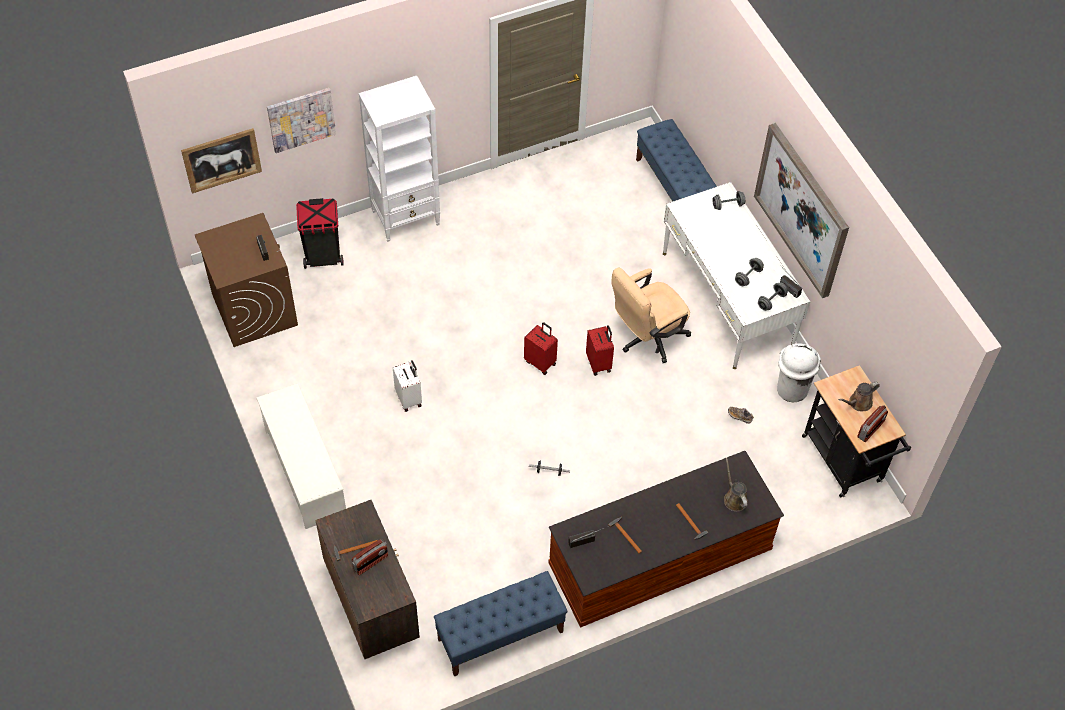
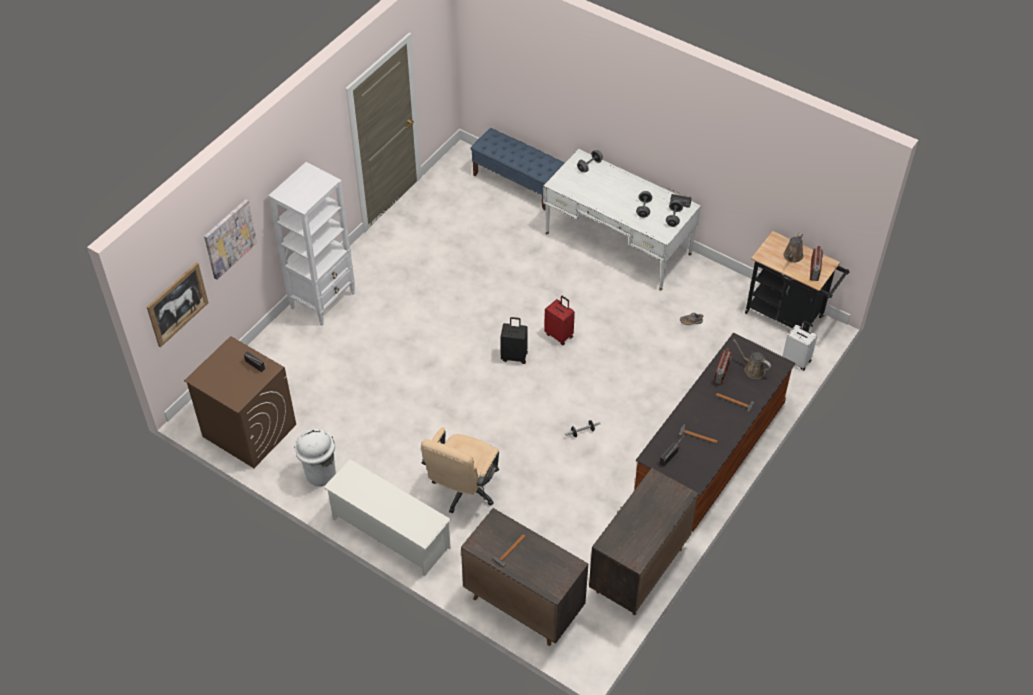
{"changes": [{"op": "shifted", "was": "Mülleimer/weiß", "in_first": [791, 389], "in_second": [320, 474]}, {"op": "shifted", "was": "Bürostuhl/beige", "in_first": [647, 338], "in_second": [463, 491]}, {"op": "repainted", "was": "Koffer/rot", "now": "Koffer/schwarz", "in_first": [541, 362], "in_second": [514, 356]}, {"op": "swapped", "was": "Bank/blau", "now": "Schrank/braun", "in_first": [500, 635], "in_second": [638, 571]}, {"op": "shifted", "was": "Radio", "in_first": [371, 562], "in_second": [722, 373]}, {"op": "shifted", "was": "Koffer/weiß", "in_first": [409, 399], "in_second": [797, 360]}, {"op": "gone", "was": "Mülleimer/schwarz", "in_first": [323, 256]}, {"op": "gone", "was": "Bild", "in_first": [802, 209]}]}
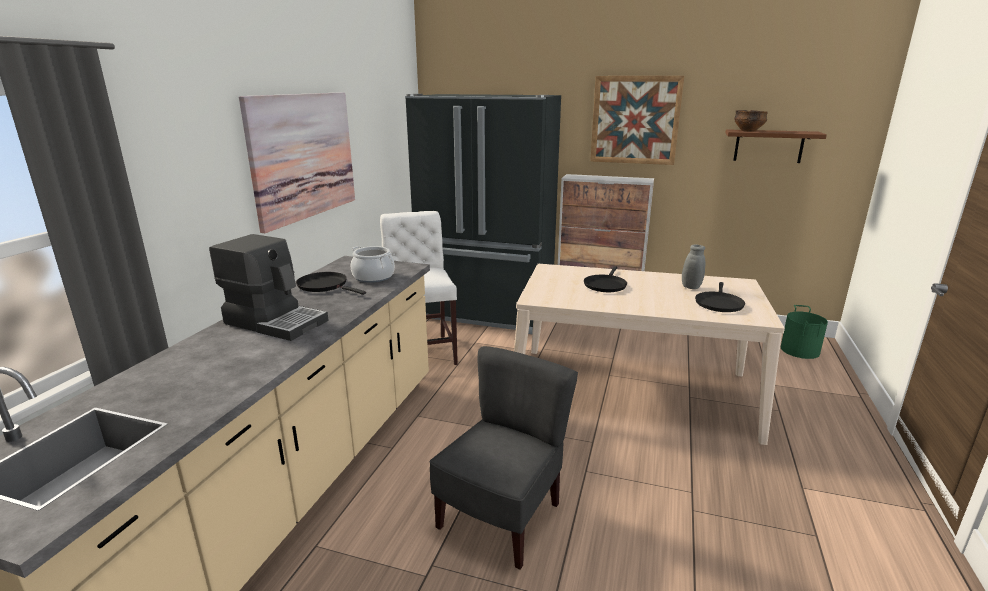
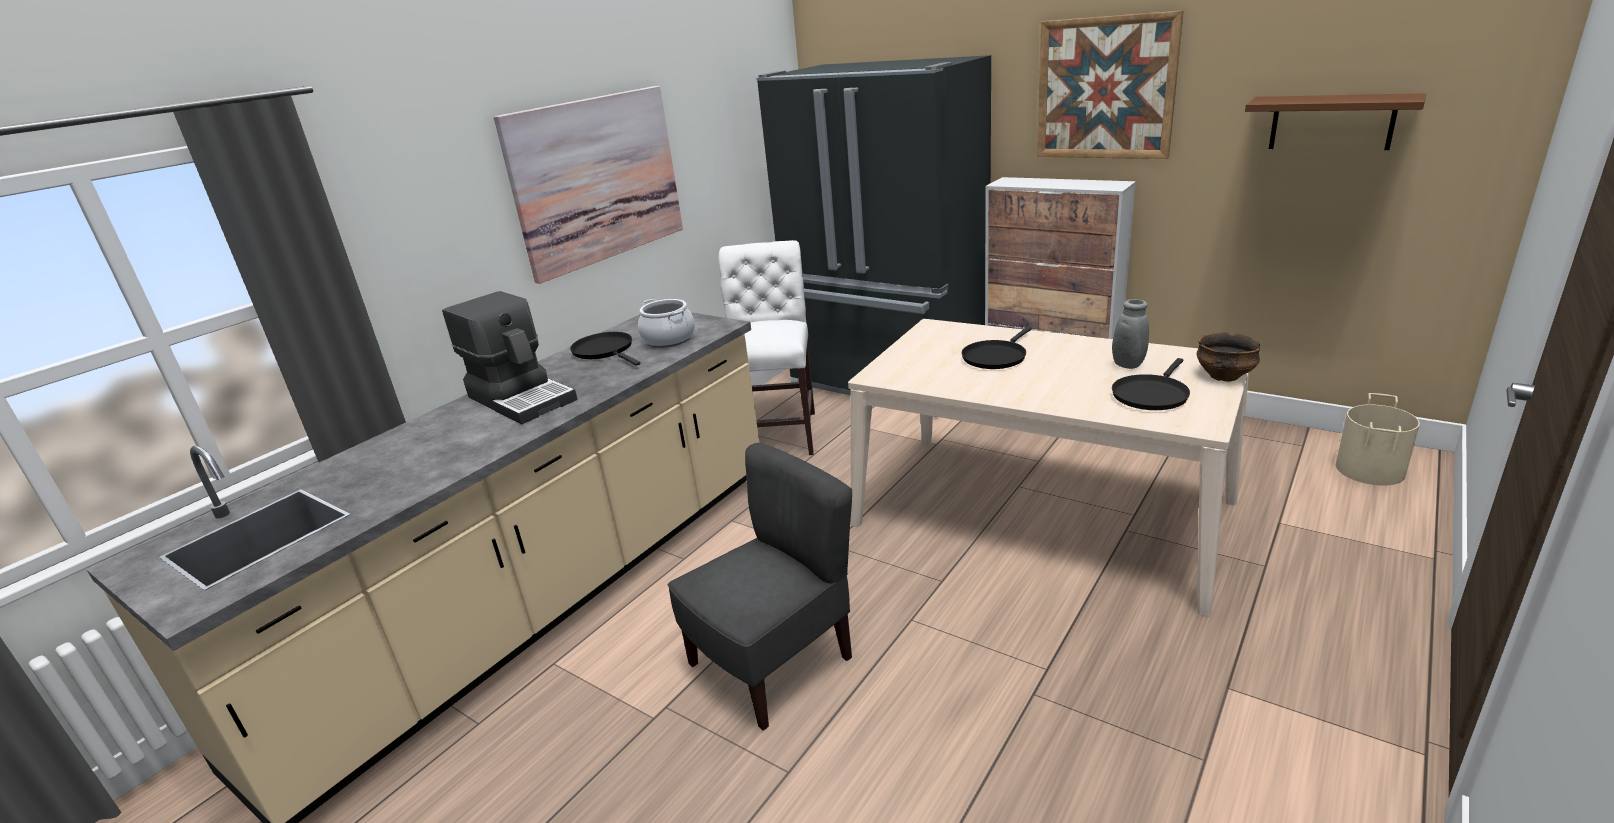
{"changes": [{"op": "shifted", "was": "Schüssel", "in_first": [748, 131], "in_second": [1224, 376]}, {"op": "repainted", "was": "Eimer/grün", "now": "Eimer/beige", "in_first": [799, 350], "in_second": [1368, 469]}]}
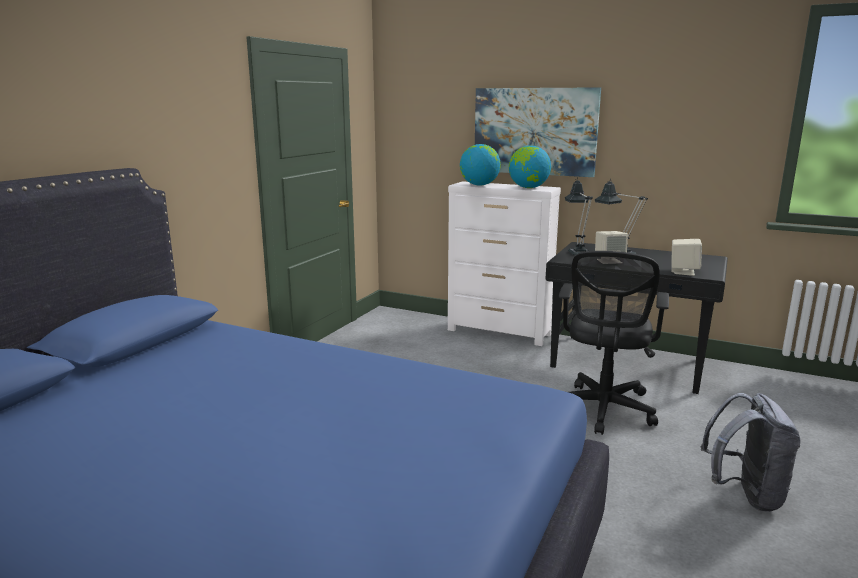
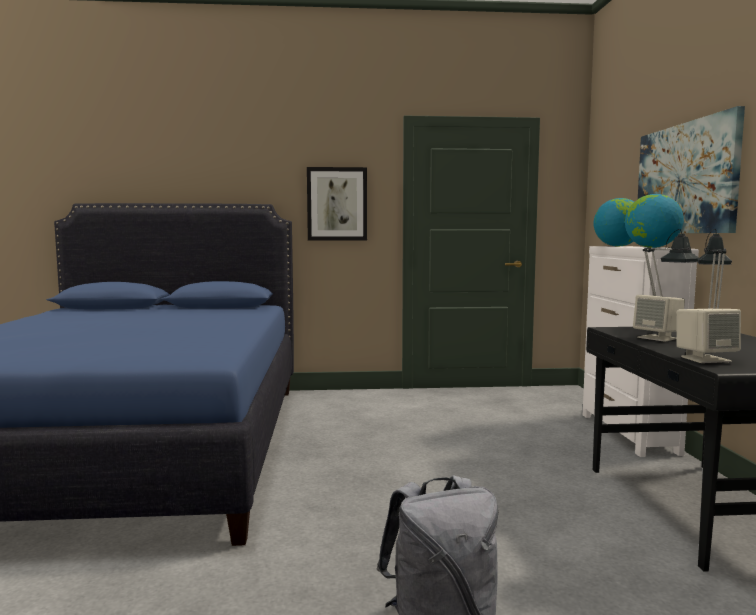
{"changes": [{"op": "new", "now": "Bild", "in_second": [337, 204]}, {"op": "gone", "was": "Bürostuhl/schwarz", "in_first": [603, 411]}]}
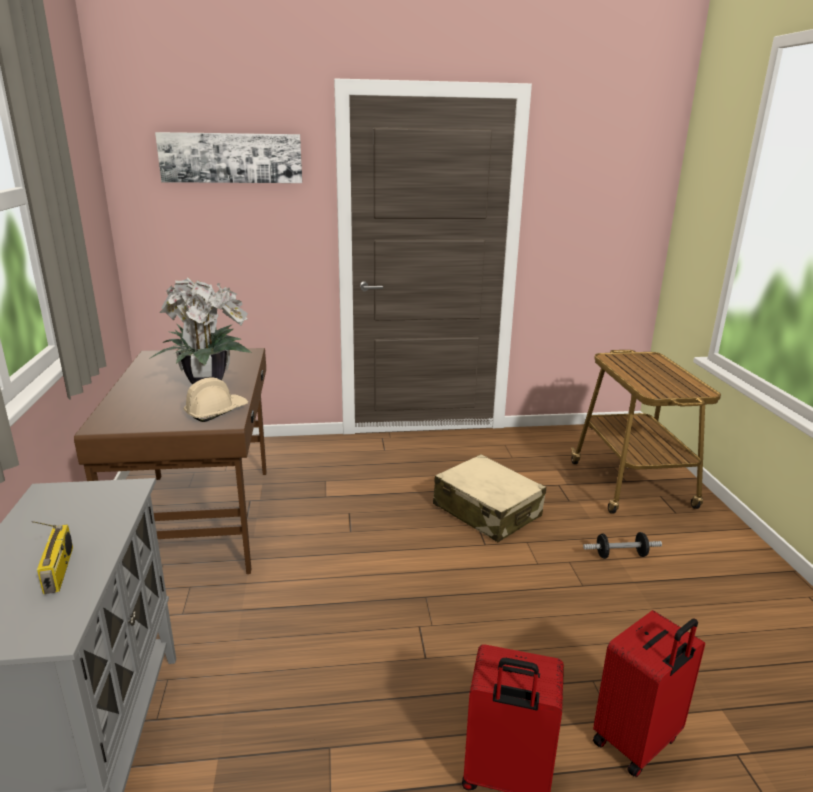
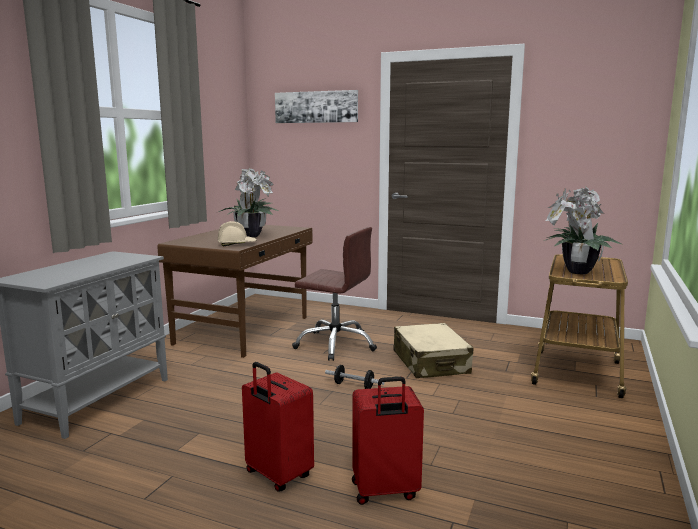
{"changes": [{"op": "new", "now": "Bürostuhl/braun", "in_second": [336, 344]}, {"op": "shifted", "was": "Hantel", "in_first": [620, 555], "in_second": [354, 386]}, {"op": "new", "now": "Topfpflanze", "in_second": [575, 272]}, {"op": "gone", "was": "Radio", "in_first": [59, 570]}]}
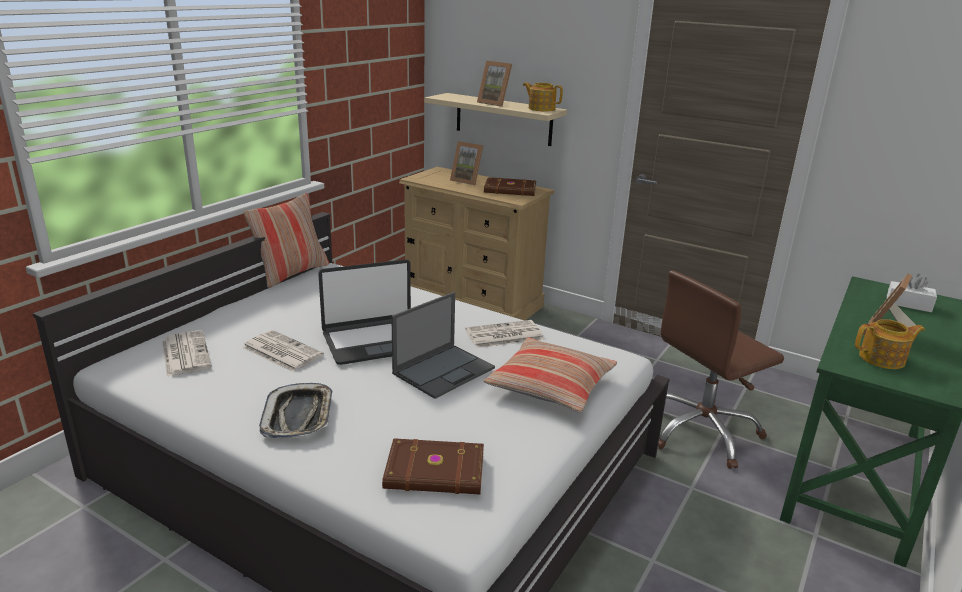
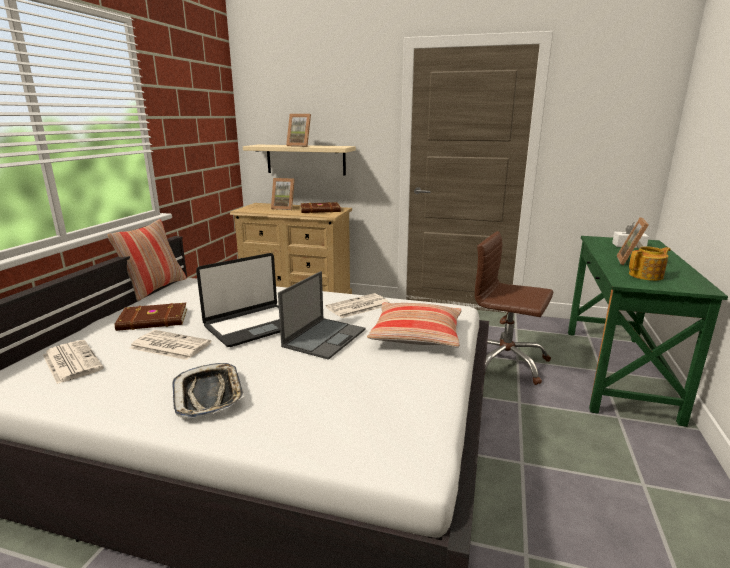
{"changes": [{"op": "shifted", "was": "Buch/braun", "in_first": [435, 472], "in_second": [153, 320]}, {"op": "rotated", "was": "Bürostuhl/braun", "in_first": [702, 432], "in_second": [504, 362], "clockwise": 75}, {"op": "gone", "was": "Teekanne", "in_first": [541, 109]}]}
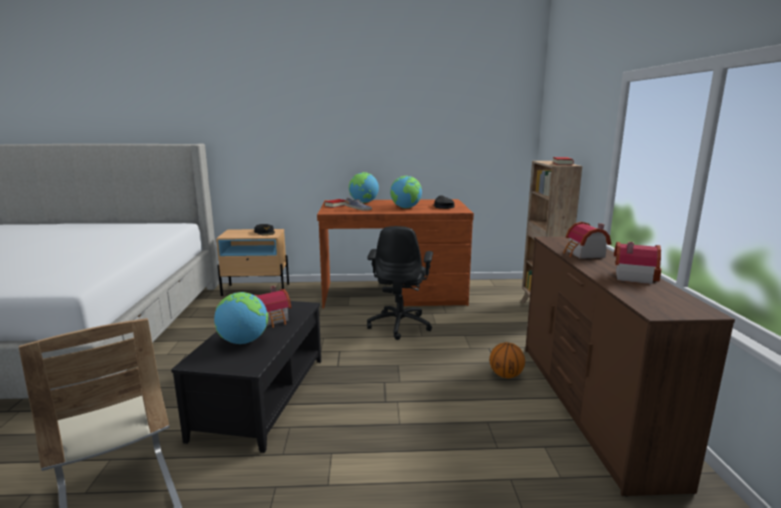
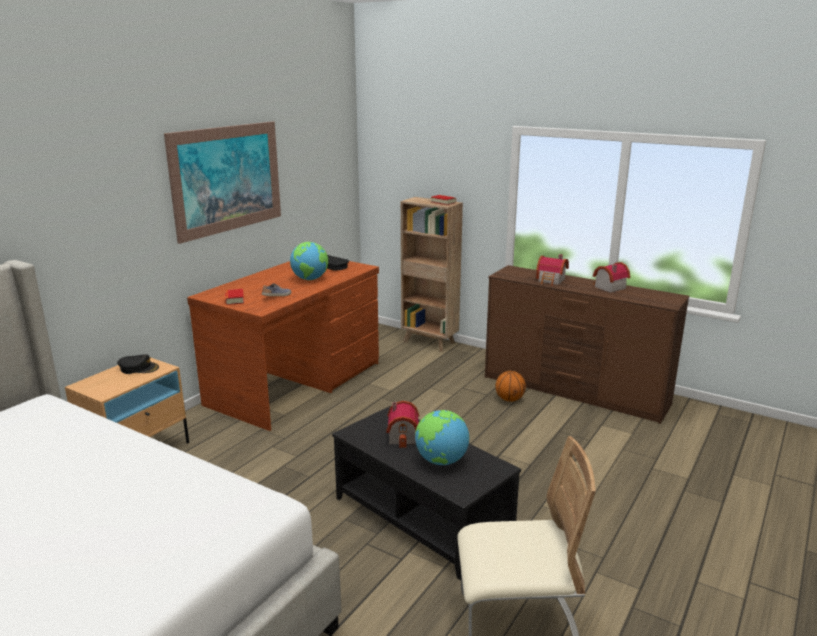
{"changes": [{"op": "new", "now": "Bild", "in_second": [227, 179]}, {"op": "gone", "was": "Globus", "in_first": [363, 202]}, {"op": "gone", "was": "Bürostuhl/schwarz", "in_first": [400, 325]}]}
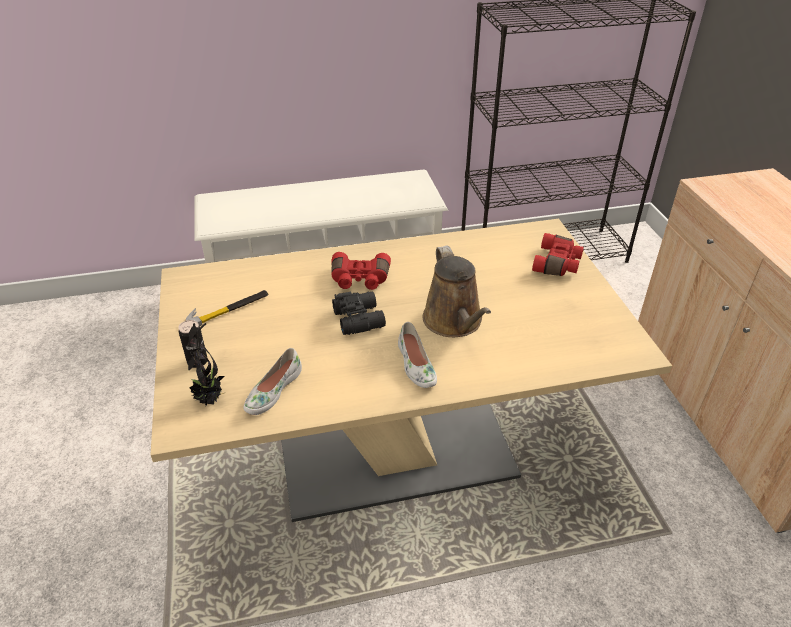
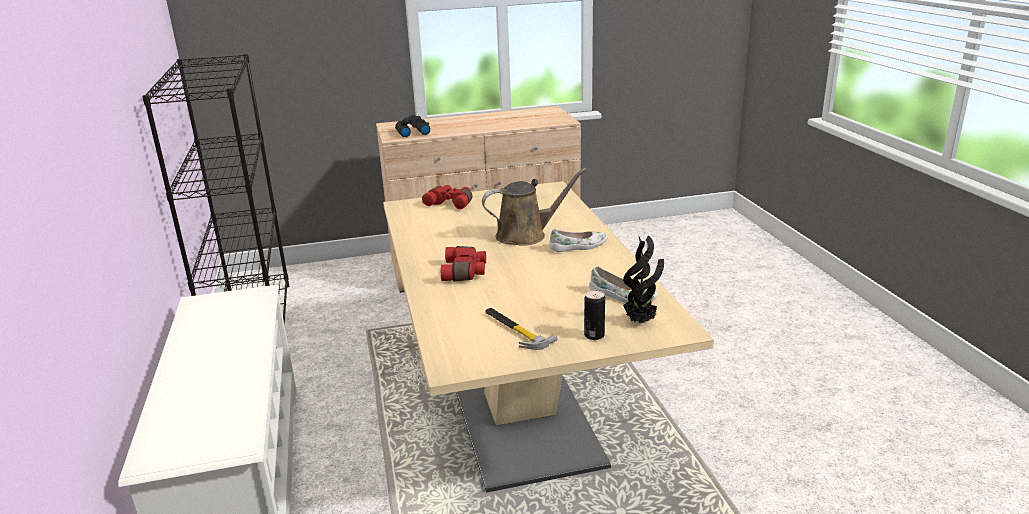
{"changes": [{"op": "shifted", "was": "Fernglas/schwarz", "in_first": [359, 318], "in_second": [412, 133]}]}
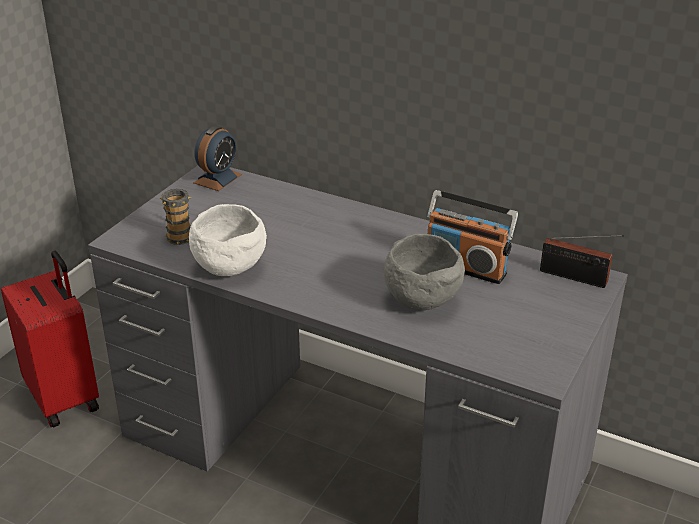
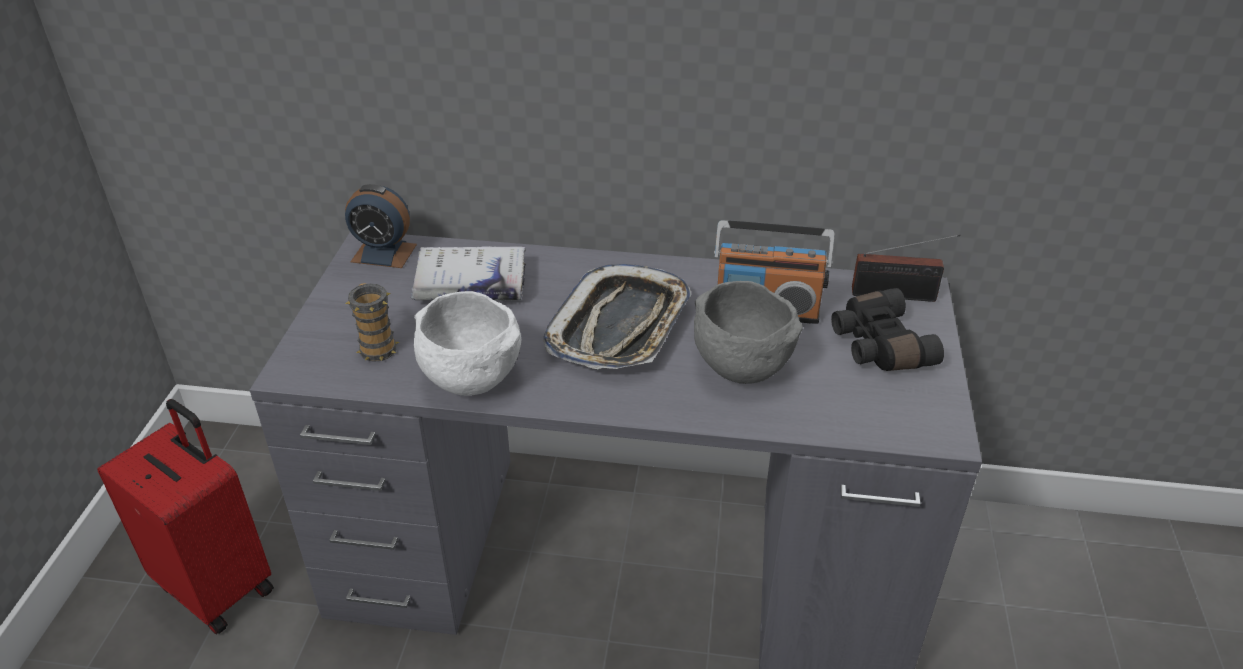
{"changes": [{"op": "rotated", "was": "Wecker", "in_first": [217, 178], "in_second": [384, 253], "clockwise": 90}, {"op": "new", "now": "Buch/weiß", "in_second": [470, 285]}, {"op": "new", "now": "Tablett", "in_second": [620, 327]}, {"op": "new", "now": "Fernglas/schwarz", "in_second": [877, 345]}]}
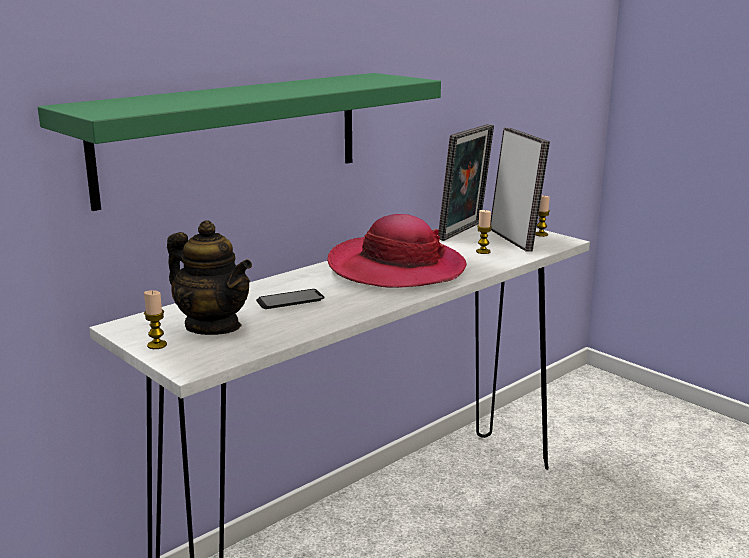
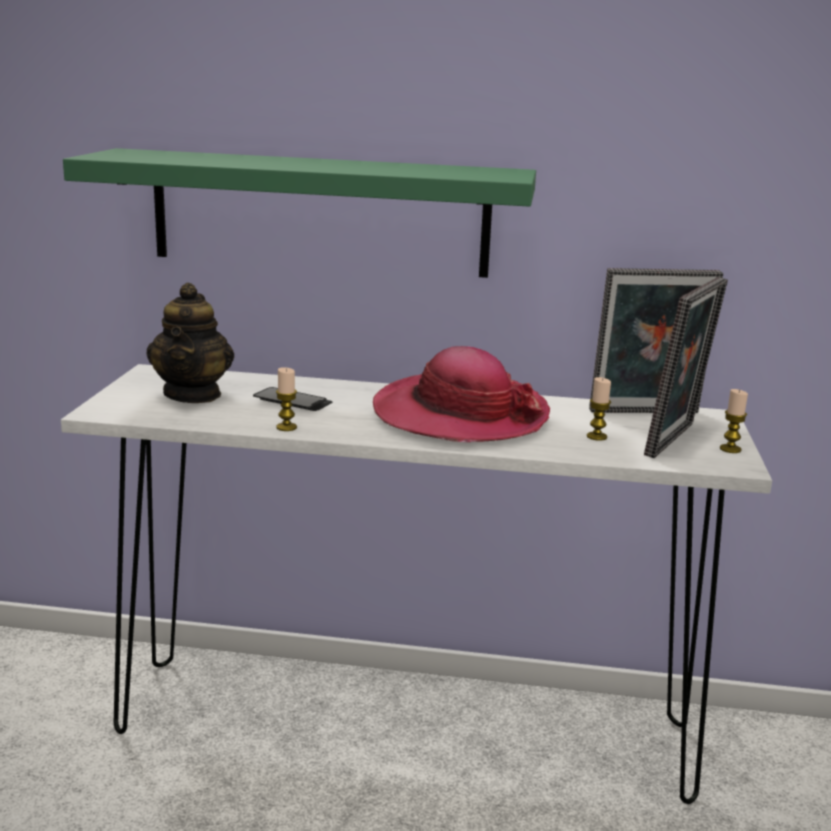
{"changes": [{"op": "shifted", "was": "Kerze", "in_first": [157, 345], "in_second": [286, 427]}]}
